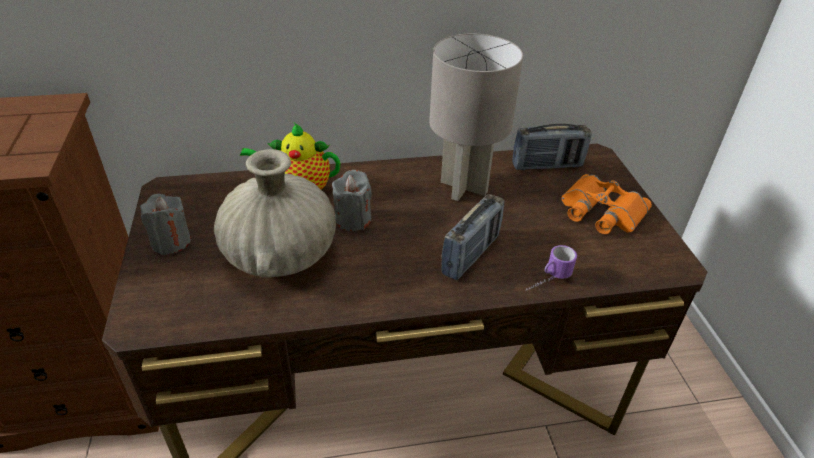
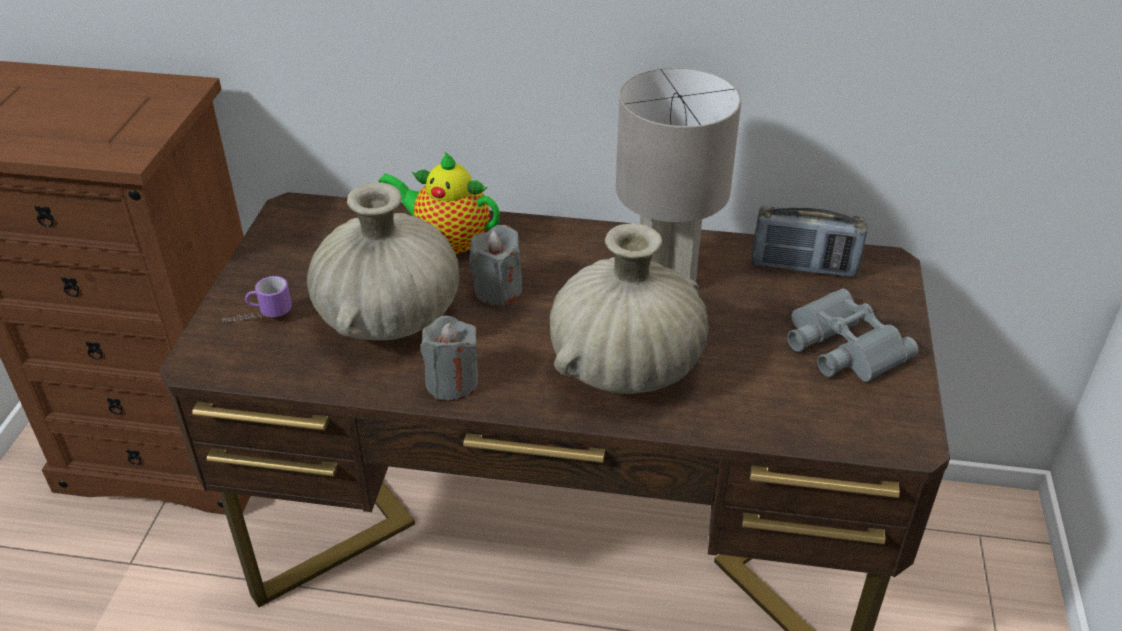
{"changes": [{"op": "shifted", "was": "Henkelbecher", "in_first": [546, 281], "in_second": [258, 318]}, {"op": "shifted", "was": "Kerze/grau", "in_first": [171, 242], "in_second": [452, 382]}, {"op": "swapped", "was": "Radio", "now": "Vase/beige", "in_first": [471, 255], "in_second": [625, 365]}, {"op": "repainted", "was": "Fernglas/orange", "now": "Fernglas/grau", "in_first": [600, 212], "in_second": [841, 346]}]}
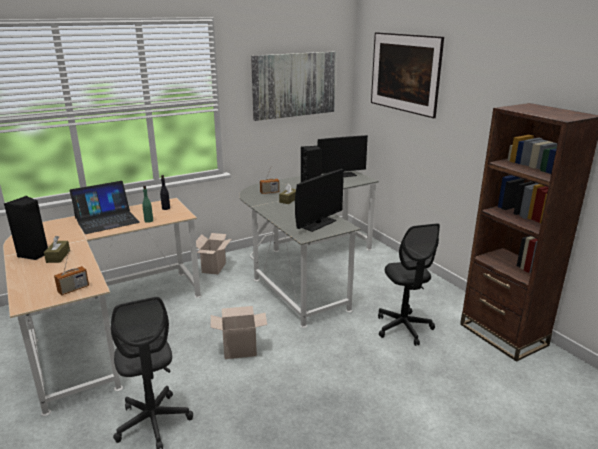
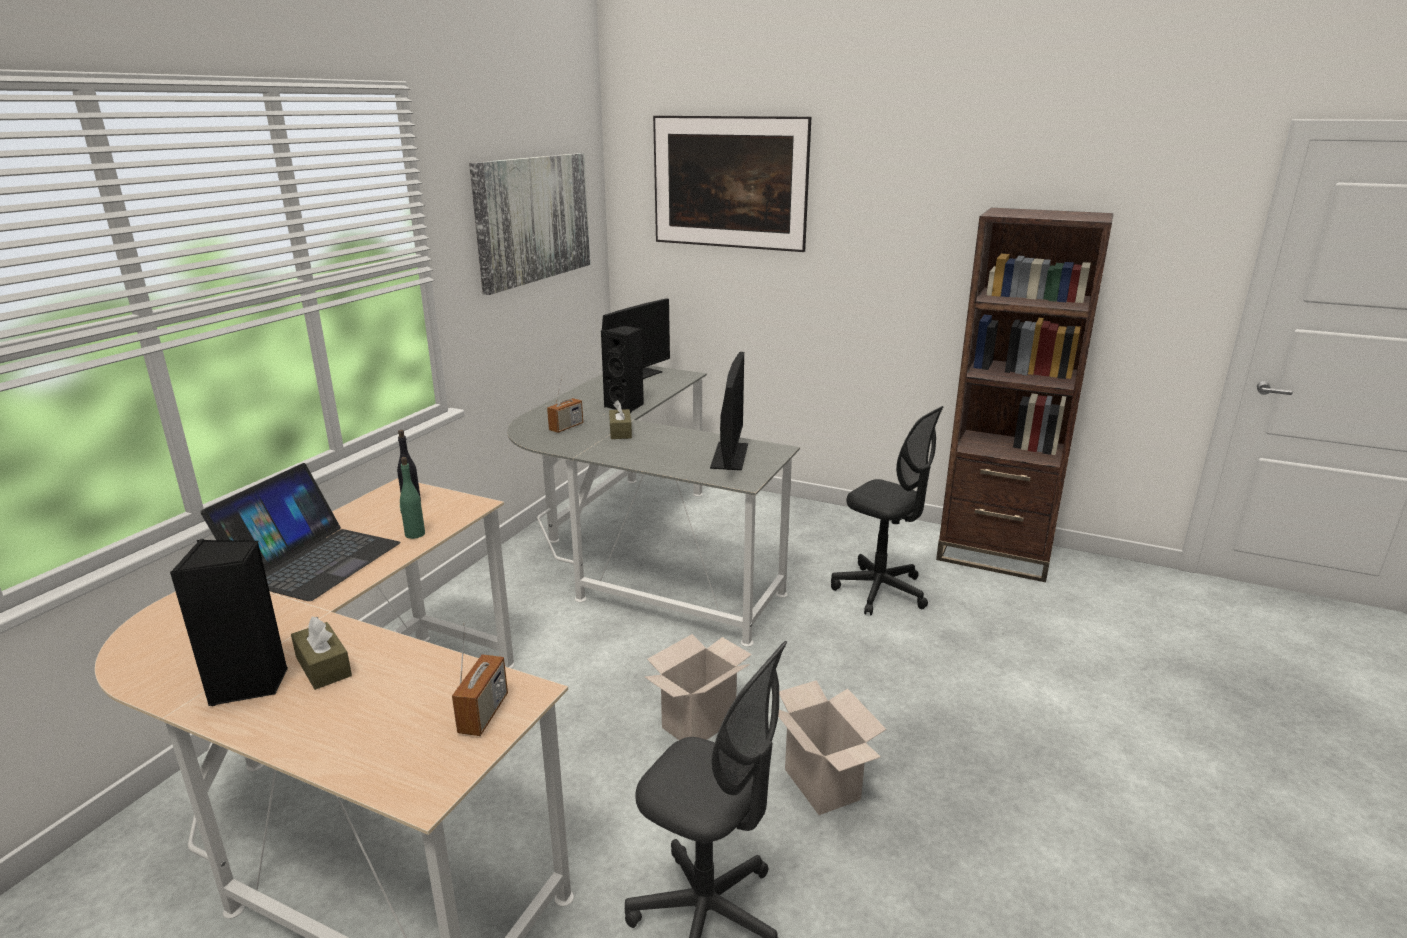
{"changes": [{"op": "shifted", "was": "Karton", "in_first": [214, 268], "in_second": [825, 785]}]}
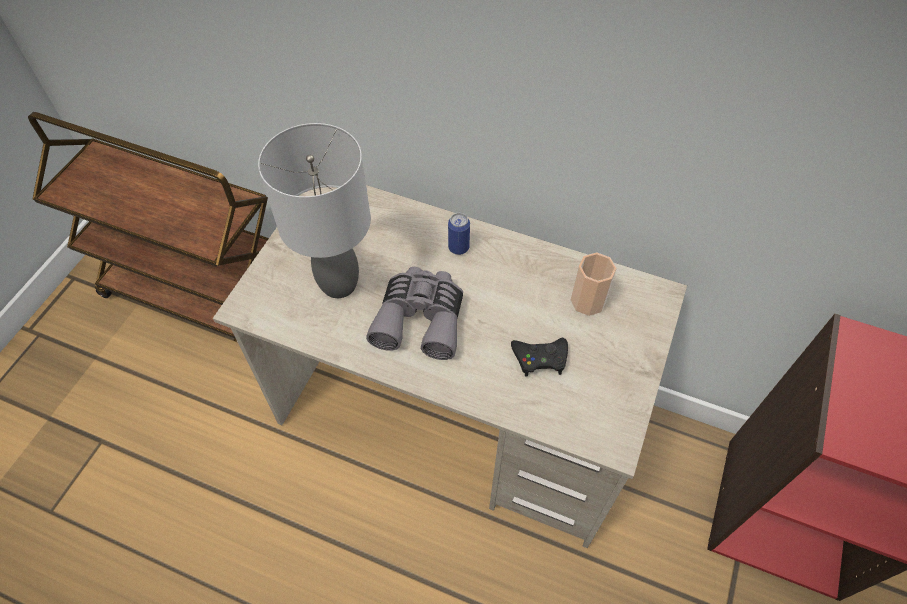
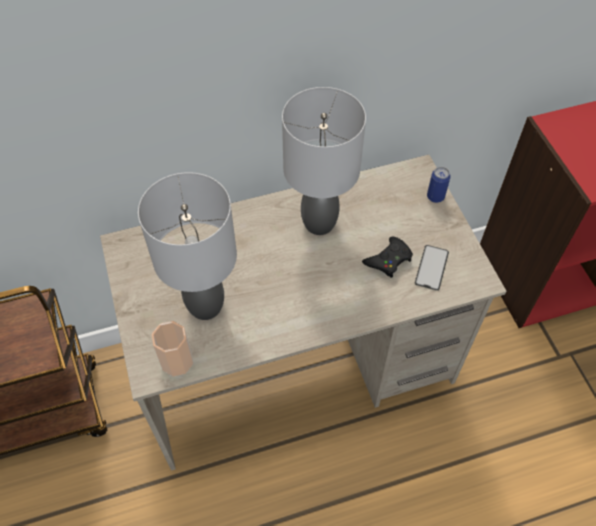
{"changes": [{"op": "shifted", "was": "Tasse", "in_first": [588, 301], "in_second": [177, 361]}, {"op": "new", "now": "Tischlampe/grau", "in_second": [318, 223]}, {"op": "new", "now": "Handy", "in_second": [431, 268]}, {"op": "shifted", "was": "Dose", "in_first": [458, 247], "in_second": [435, 197]}, {"op": "gone", "was": "Fernglas/grau", "in_first": [420, 319]}]}
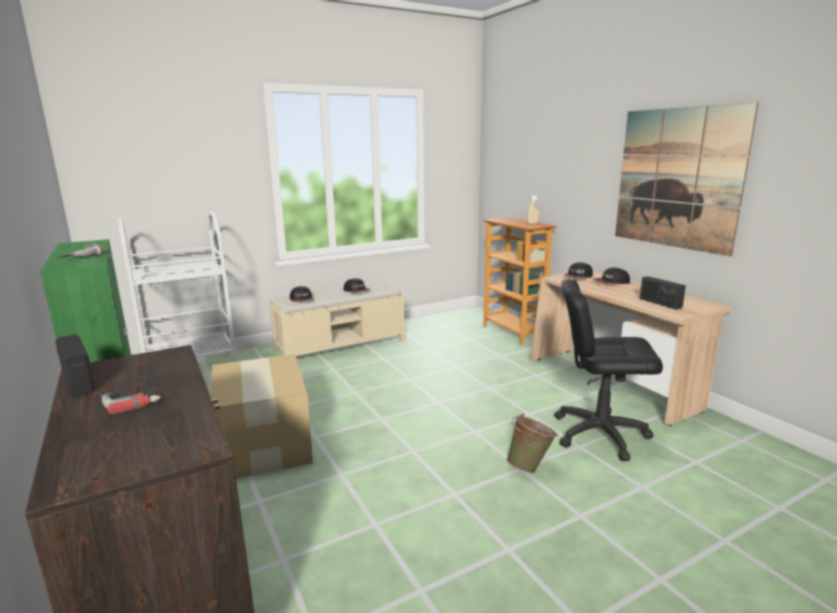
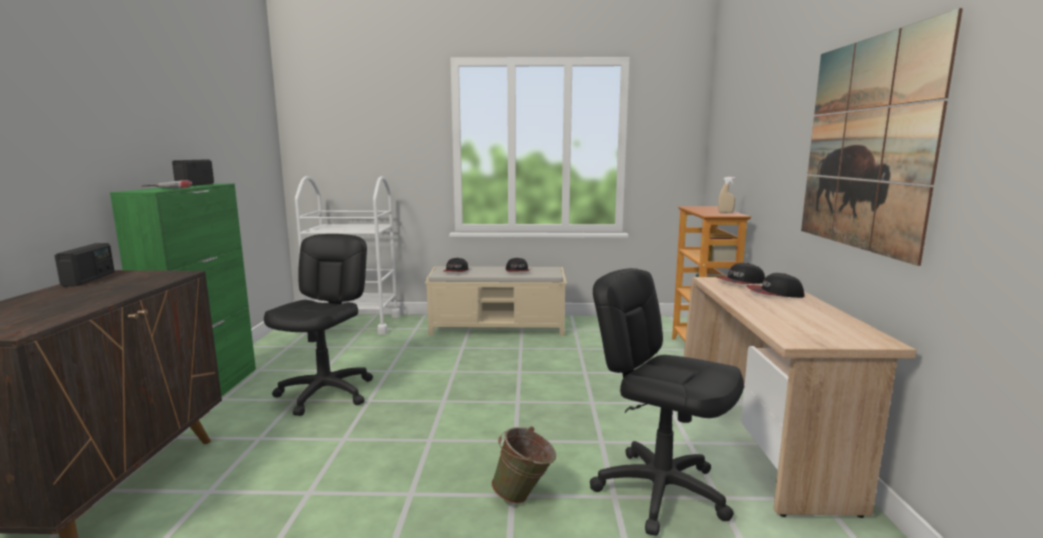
{"changes": [{"op": "shifted", "was": "Radio", "in_first": [660, 303], "in_second": [195, 185]}, {"op": "swapped", "was": "Karton", "now": "Bürostuhl/schwarz", "in_first": [265, 443], "in_second": [326, 393]}, {"op": "gone", "was": "Bohrmaschine", "in_first": [128, 400]}]}
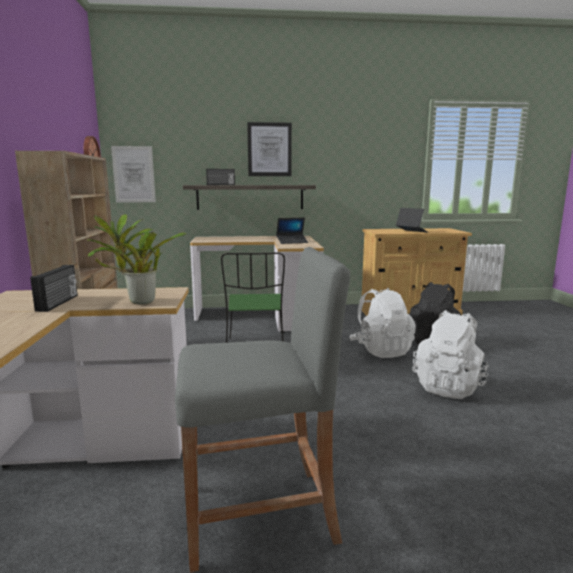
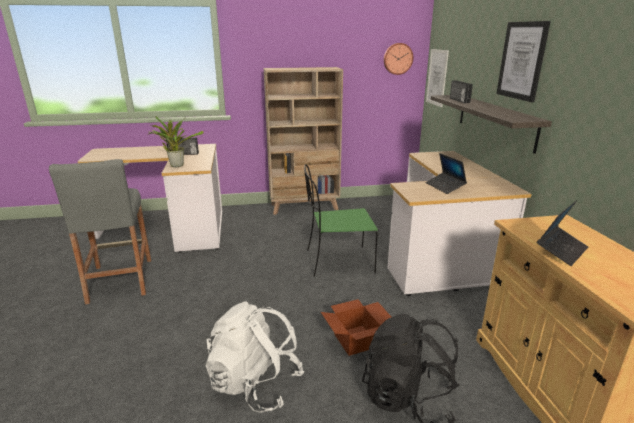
{"changes": [{"op": "swapped", "was": "Rucksack/weiß", "now": "Karton", "in_first": [381, 350], "in_second": [357, 340]}]}
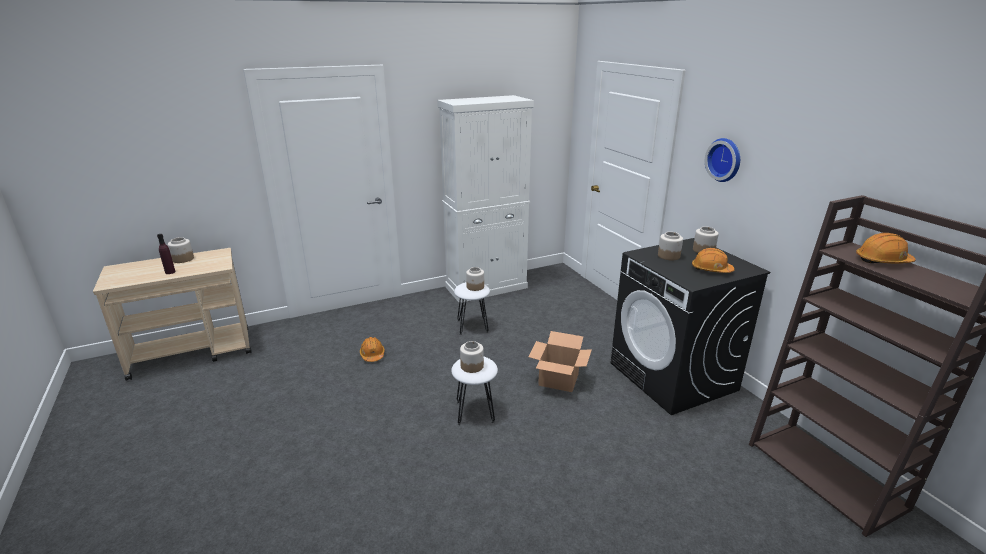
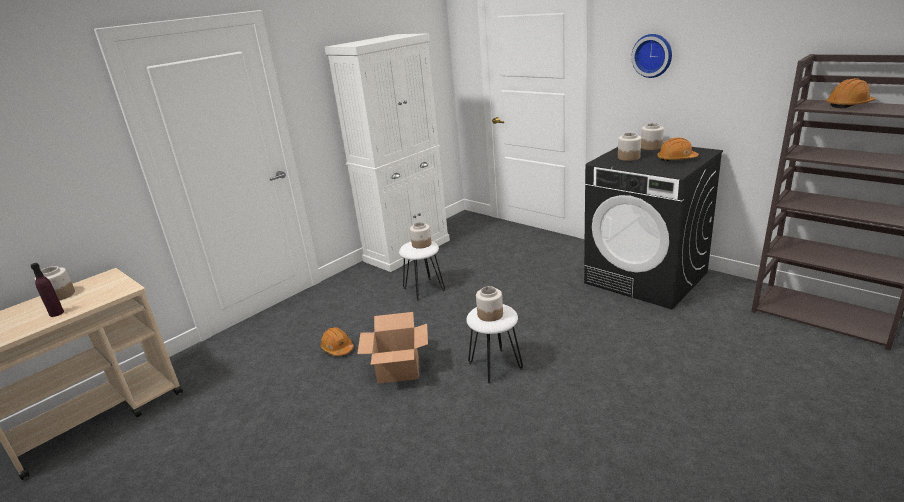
{"changes": [{"op": "shifted", "was": "Karton", "in_first": [559, 379], "in_second": [399, 369]}]}
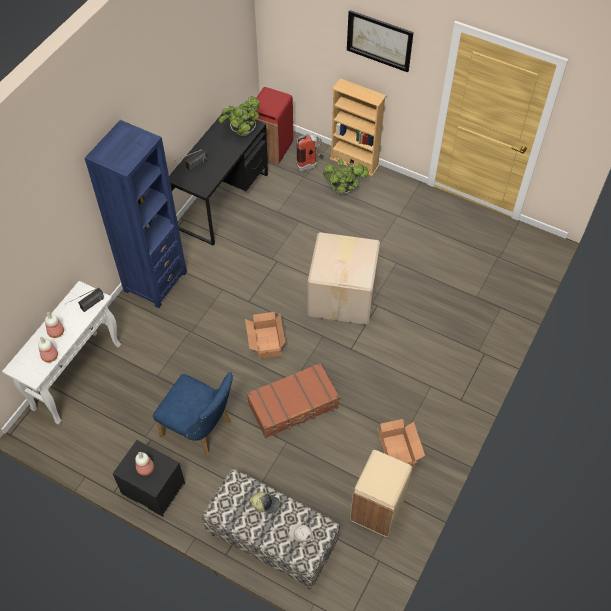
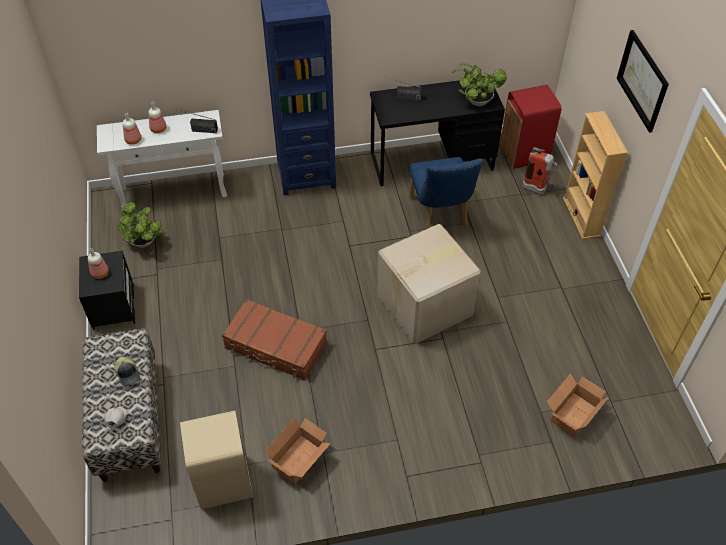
{"changes": [{"op": "shifted", "was": "Topfpflanze", "in_first": [344, 190], "in_second": [144, 243]}, {"op": "shifted", "was": "Stuhl/blau", "in_first": [201, 430], "in_second": [440, 216]}, {"op": "shifted", "was": "Karton", "in_first": [266, 343], "in_second": [572, 414]}]}
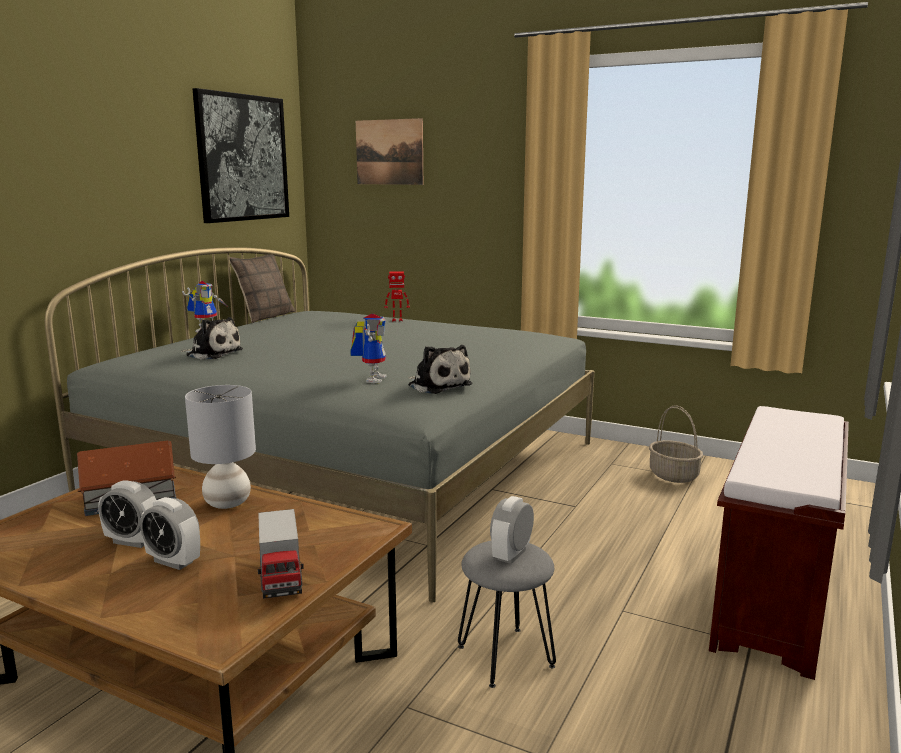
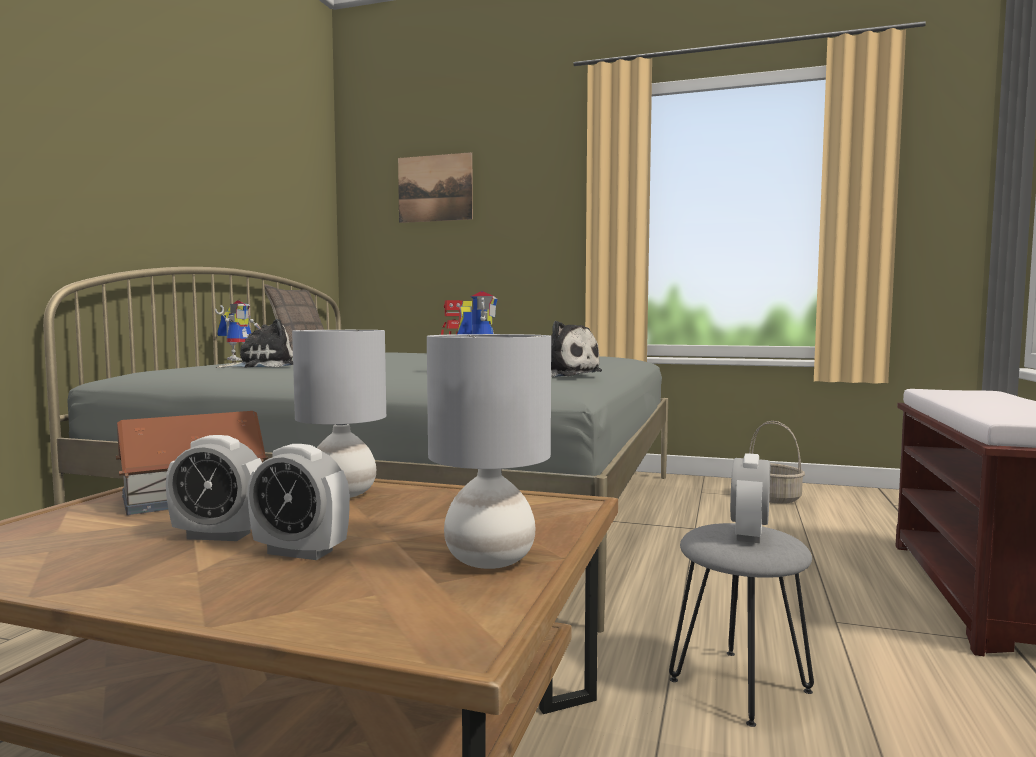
{"changes": [{"op": "rotated", "was": "Plüschtier", "in_first": [212, 353], "in_second": [261, 366], "clockwise": -45}, {"op": "swapped", "was": "Spielzeuglaster", "now": "Tischlampe/grau", "in_first": [281, 579], "in_second": [490, 559]}, {"op": "gone", "was": "Bild", "in_first": [242, 158]}]}
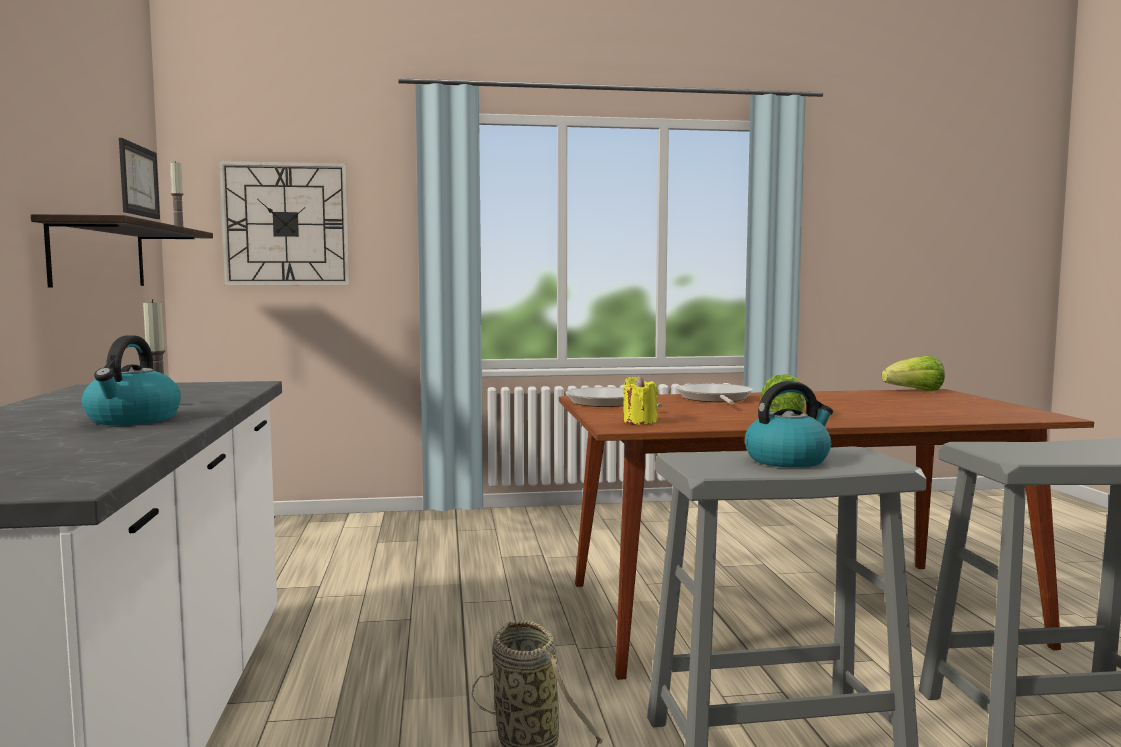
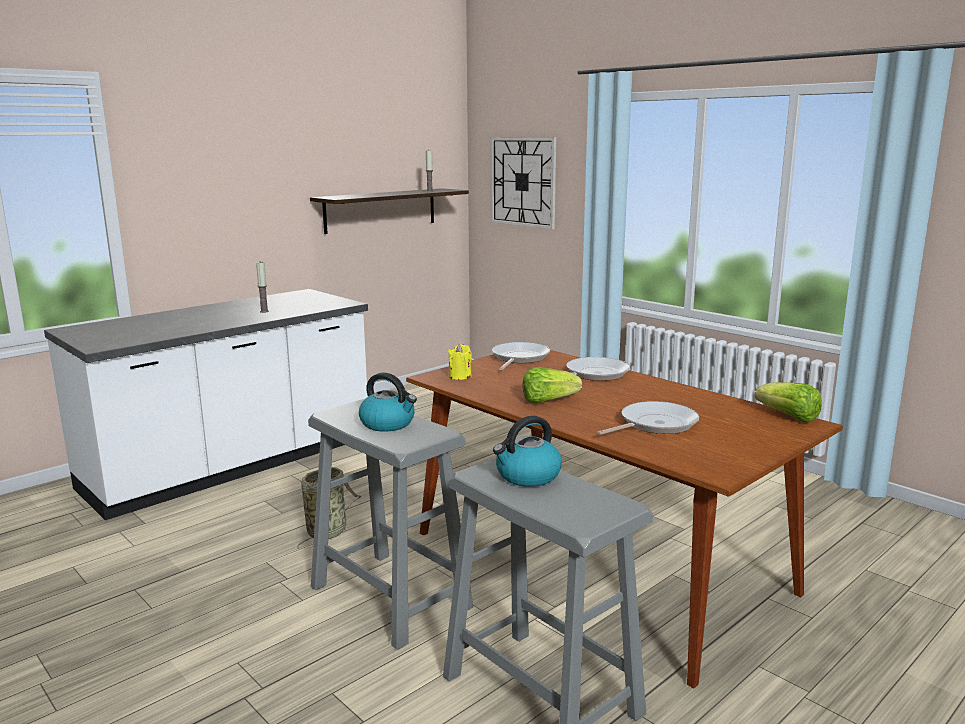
{"changes": [{"op": "shifted", "was": "Wasserkessel", "in_first": [133, 420], "in_second": [527, 476]}, {"op": "new", "now": "Pfanne", "in_second": [654, 424]}, {"op": "gone", "was": "Bild", "in_first": [138, 181]}]}
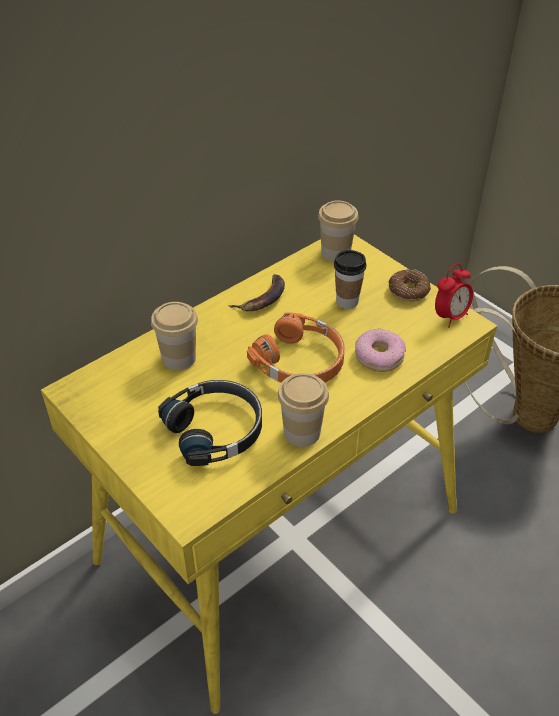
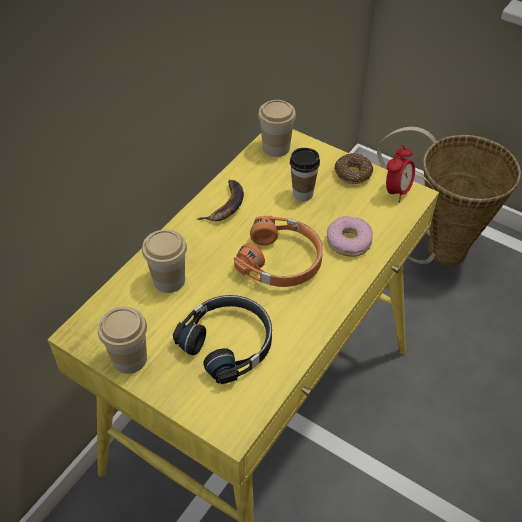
{"changes": [{"op": "shifted", "was": "Tasse", "in_first": [302, 432], "in_second": [129, 358]}]}
